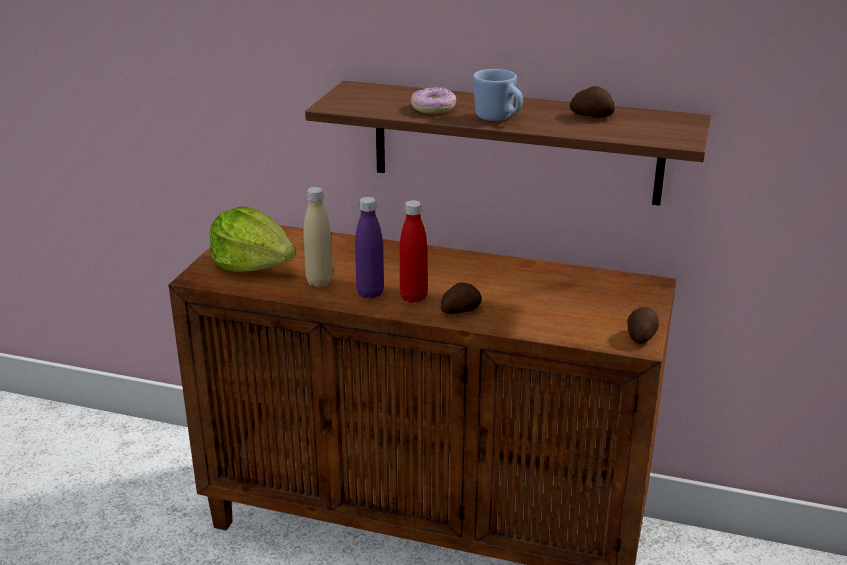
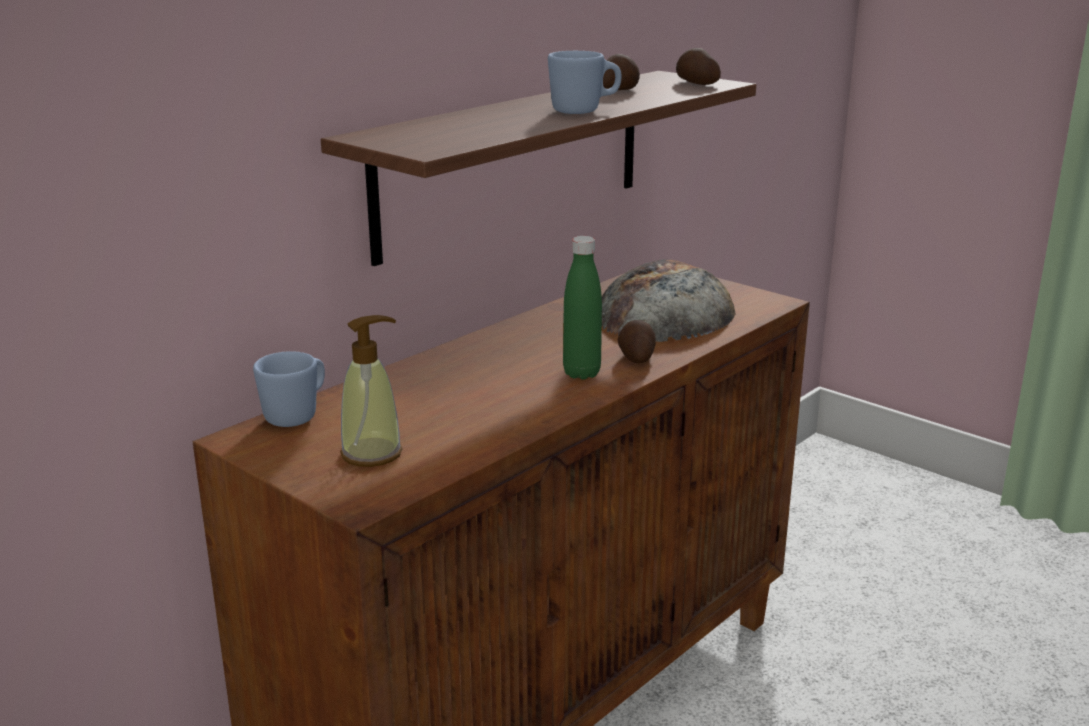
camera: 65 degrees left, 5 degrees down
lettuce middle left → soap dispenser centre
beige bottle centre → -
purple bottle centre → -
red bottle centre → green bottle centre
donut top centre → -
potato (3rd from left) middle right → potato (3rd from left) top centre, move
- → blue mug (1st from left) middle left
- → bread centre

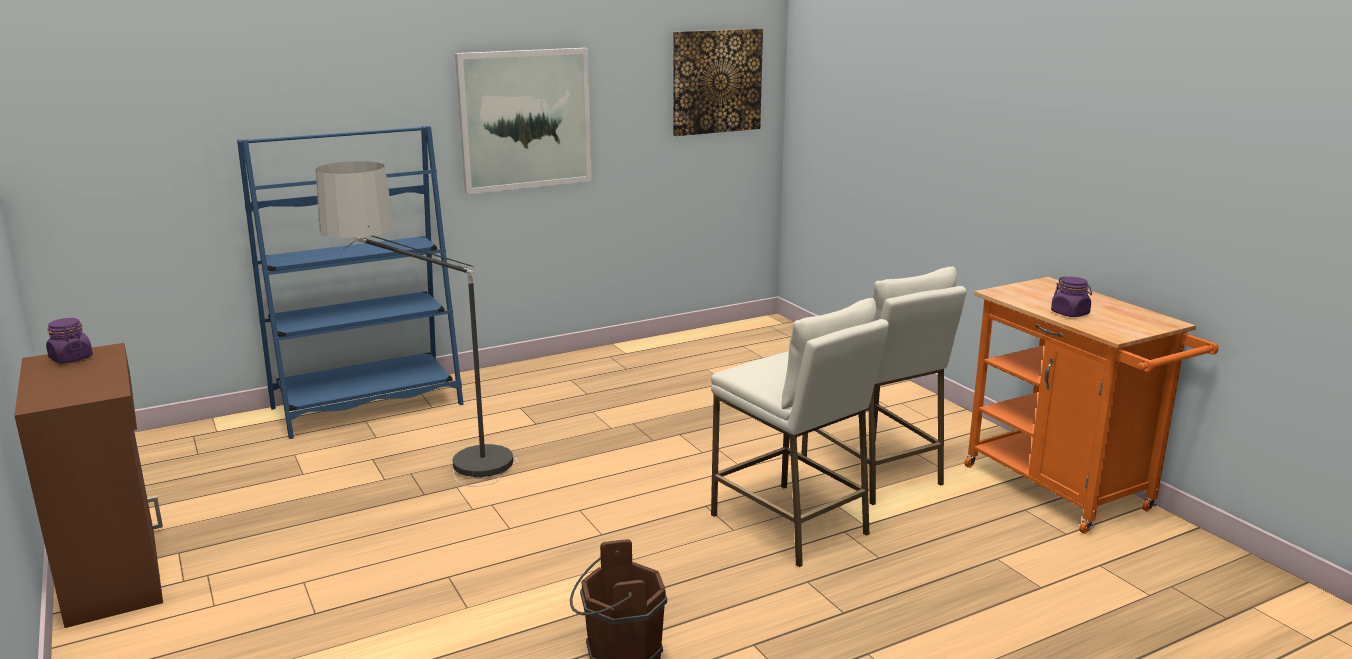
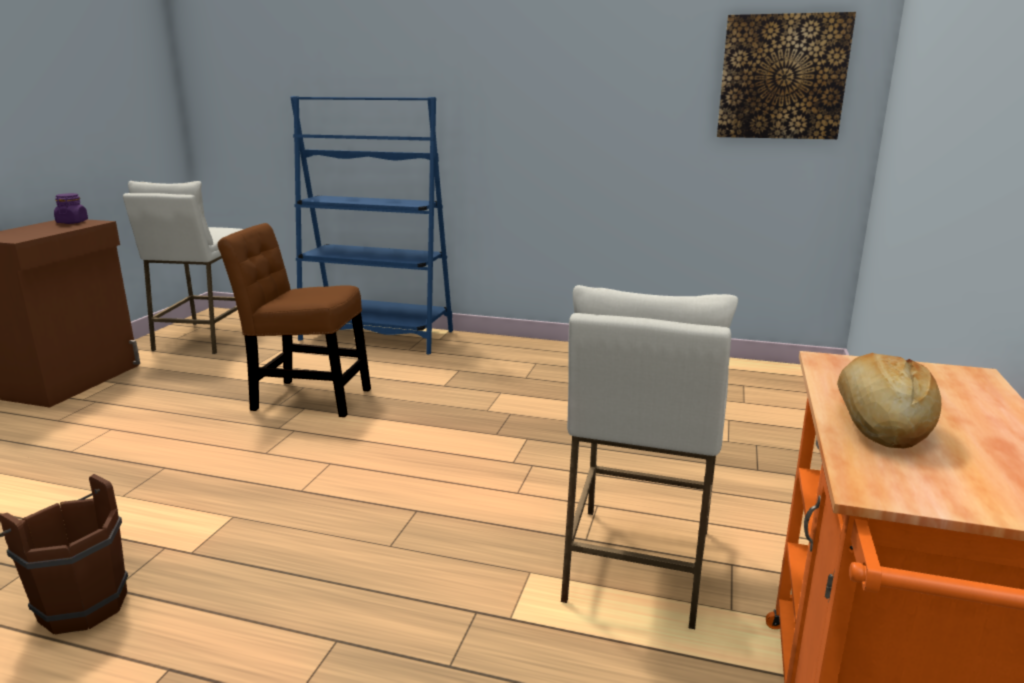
camera: 45 degrees right, 0 degrees up
floor lamp middle left → brown chair middle left
picture (1st from left) top centre → -
white stool (1st from left) centre → white stool (1st from left) middle left, move
purple jar (2nd from left) middle right → bread middle right

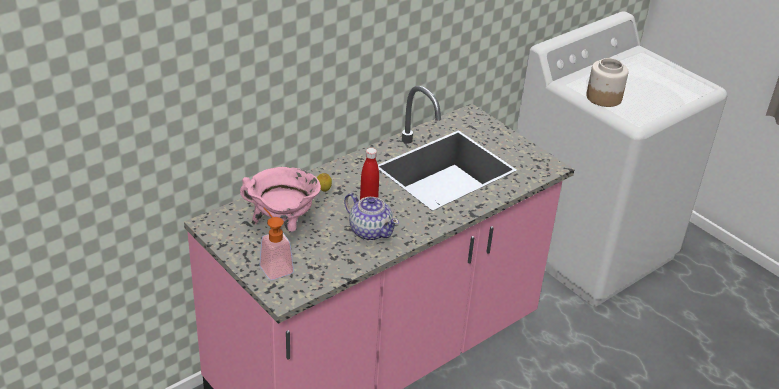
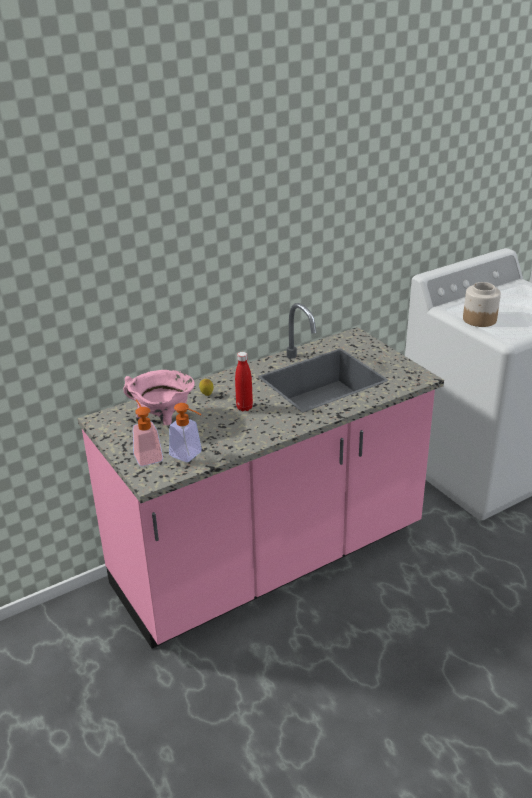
camera: 10 degrees right, 5 degrees down
teapot centre → -
- → soap dispenser (2nd from left) centre

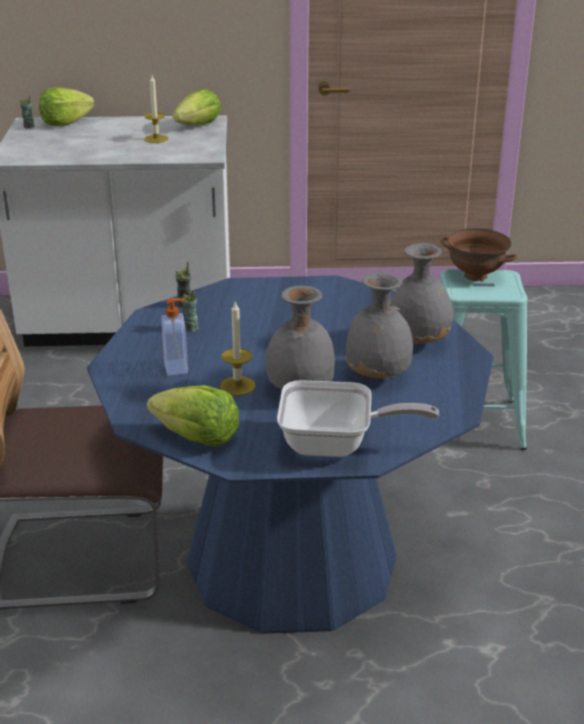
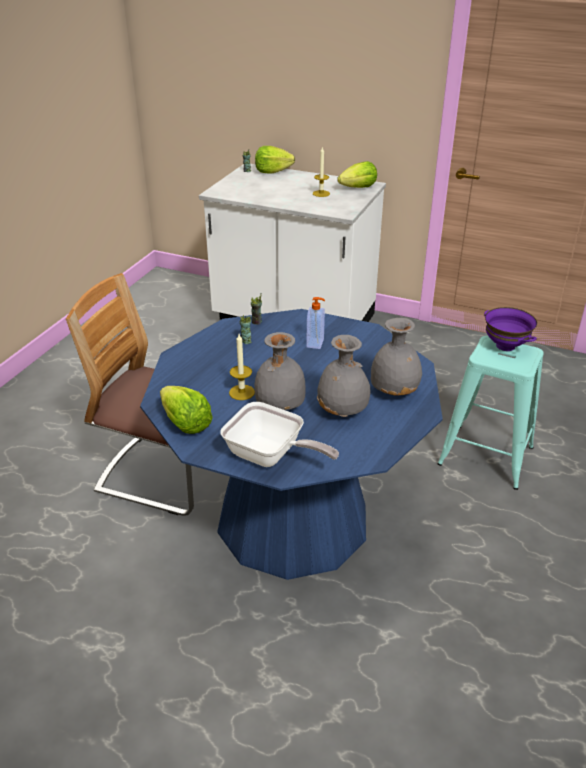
camera: 25 degrees right, 5 degrees up
soap dispenser middle left → soap dispenser centre, move
brown bowl middle right → purple bowl middle right

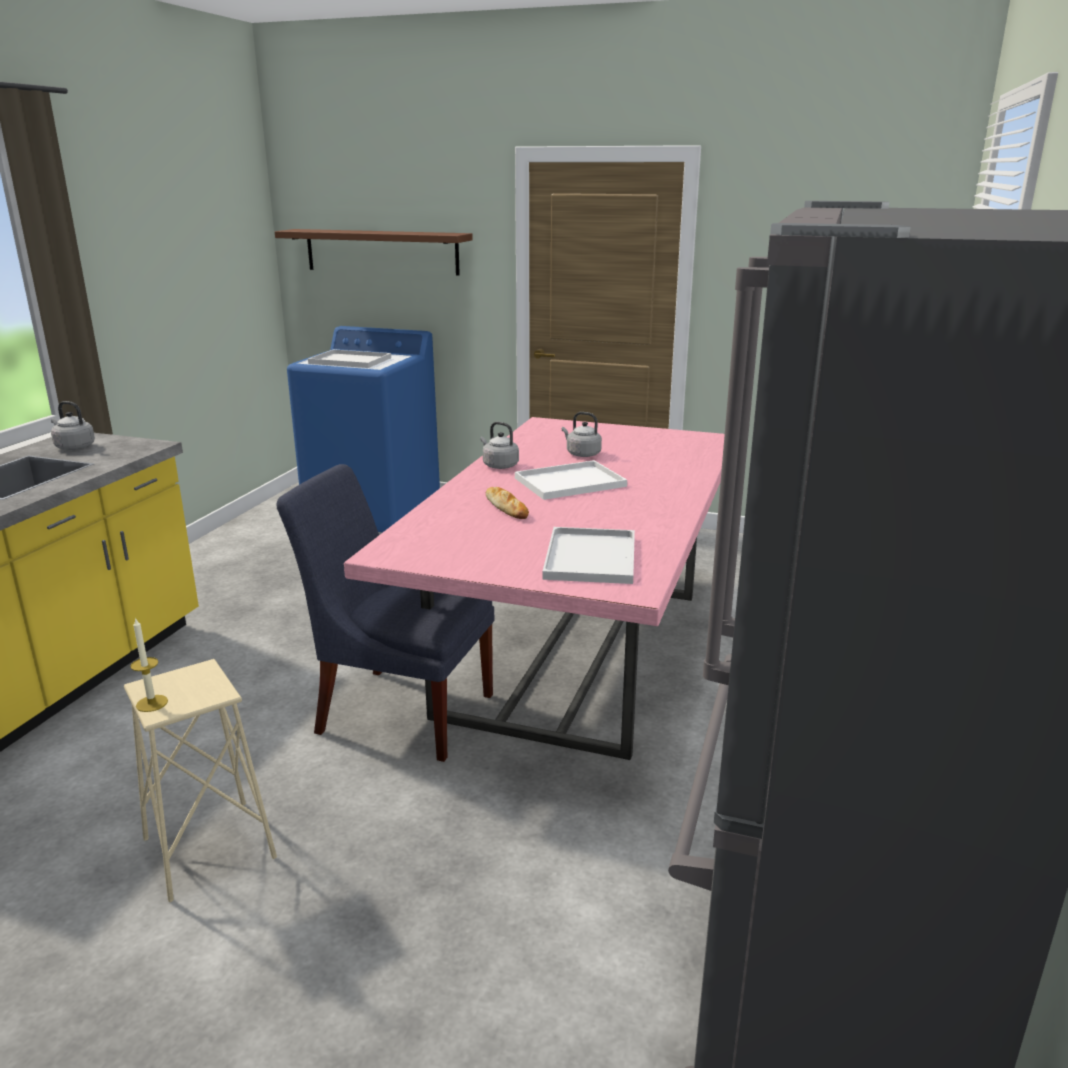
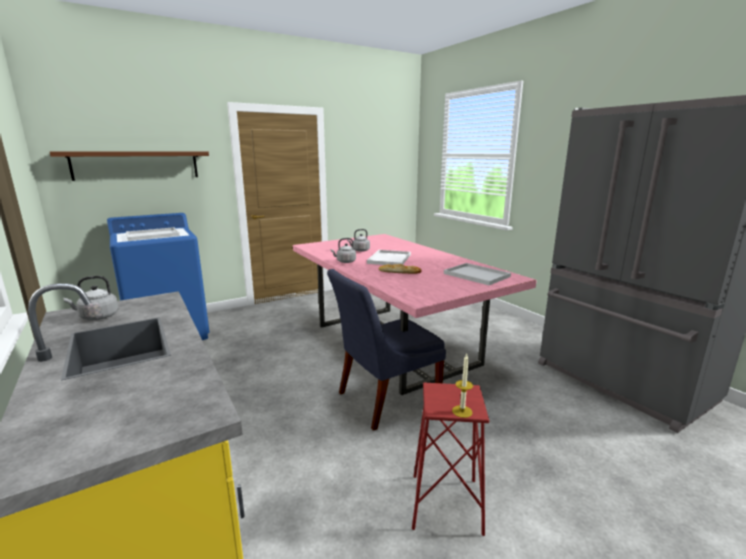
camera: 50 degrees left, 5 degrees down
beige stool bottom left → red stool bottom centre

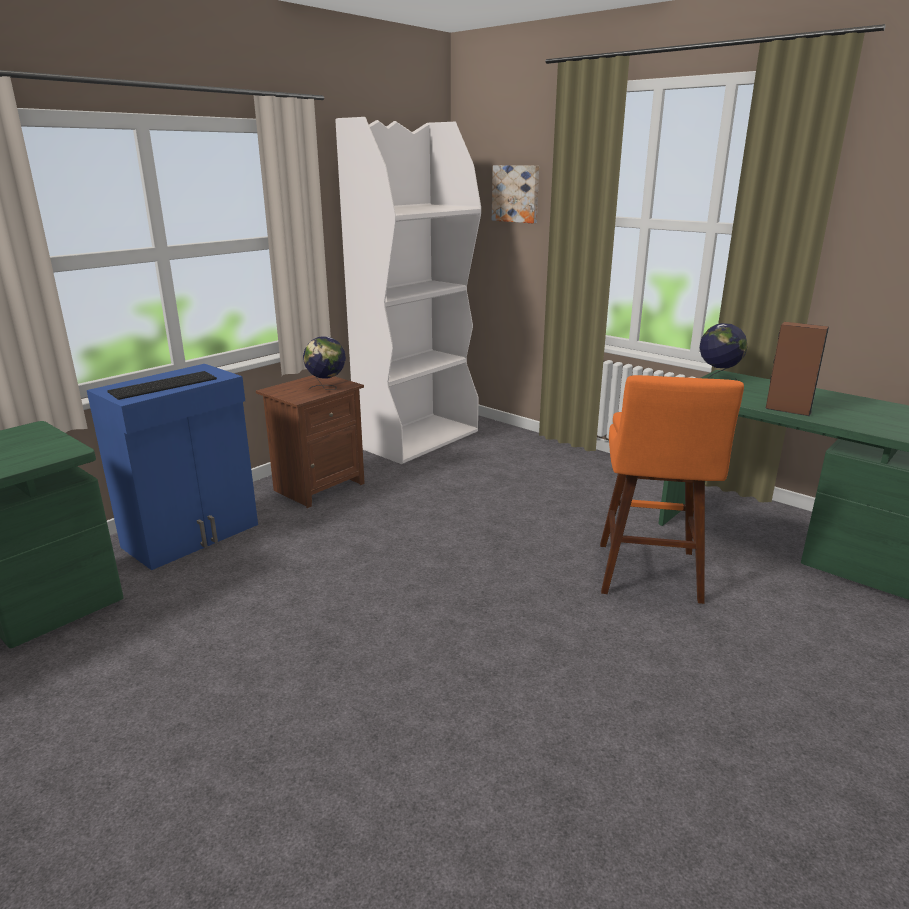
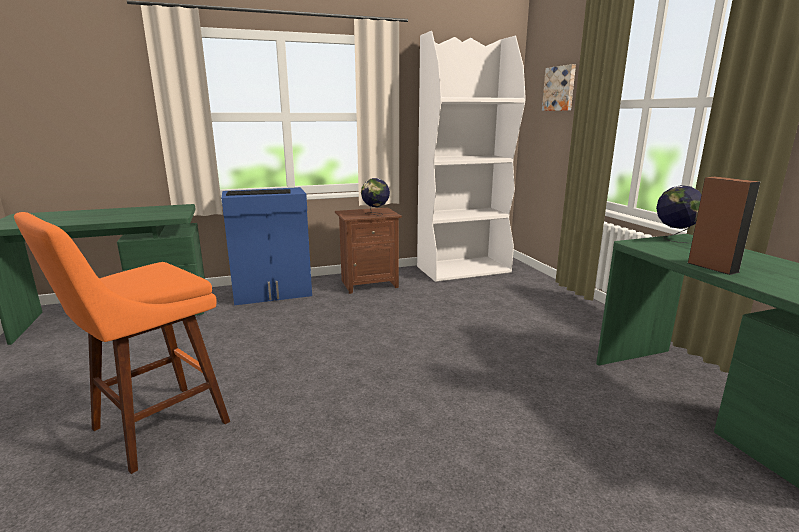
camera: 30 degrees right, 5 degrees down
orange stool middle right → orange stool middle left, move

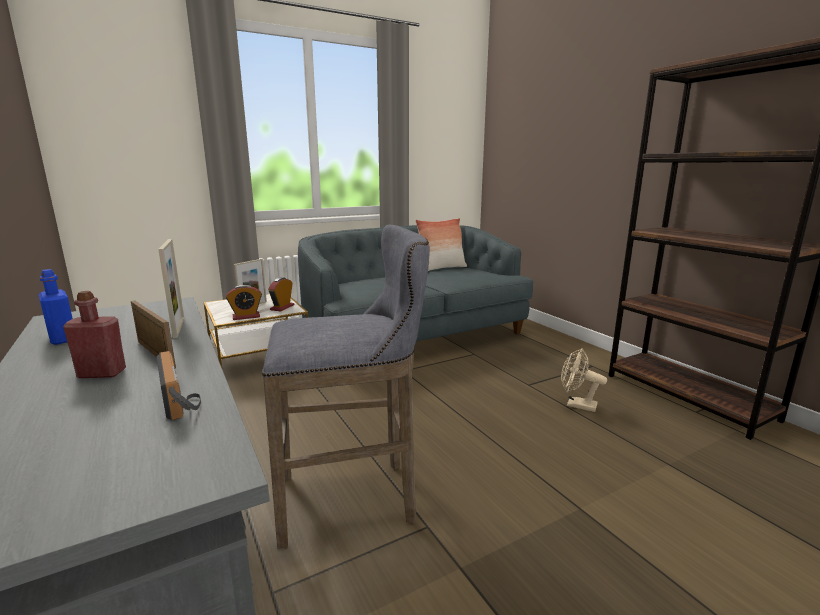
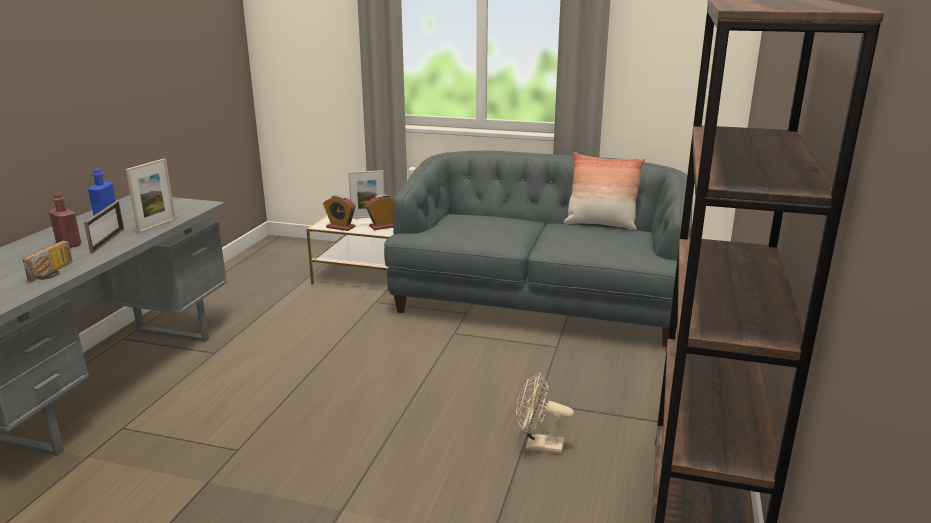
camera: 45 degrees right, 5 degrees up
grey stool centre → -
beige fan middle right → beige fan bottom centre, 60 degrees counterclockwise

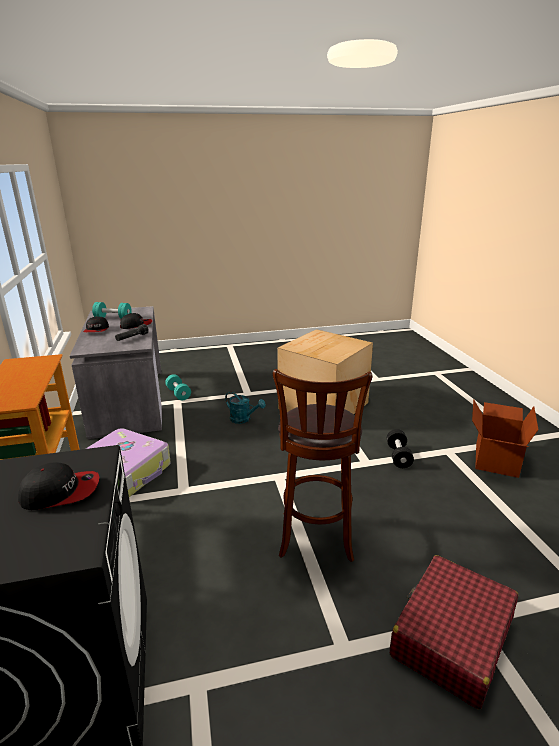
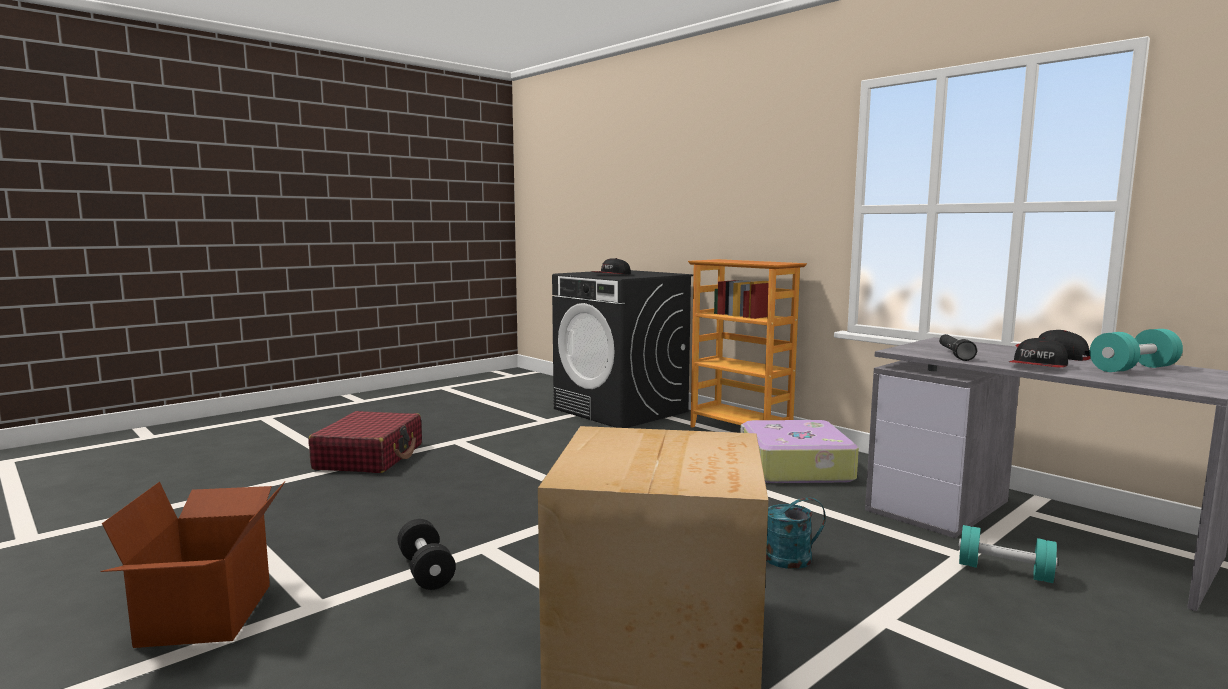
camera: 150 degrees right, 15 degrees down
brown stool centre → -

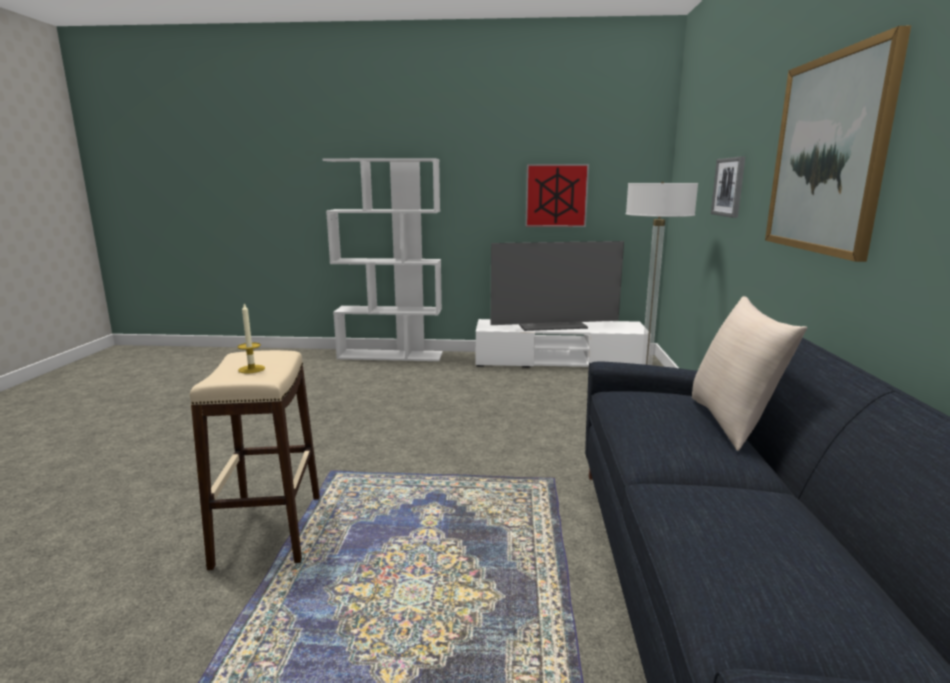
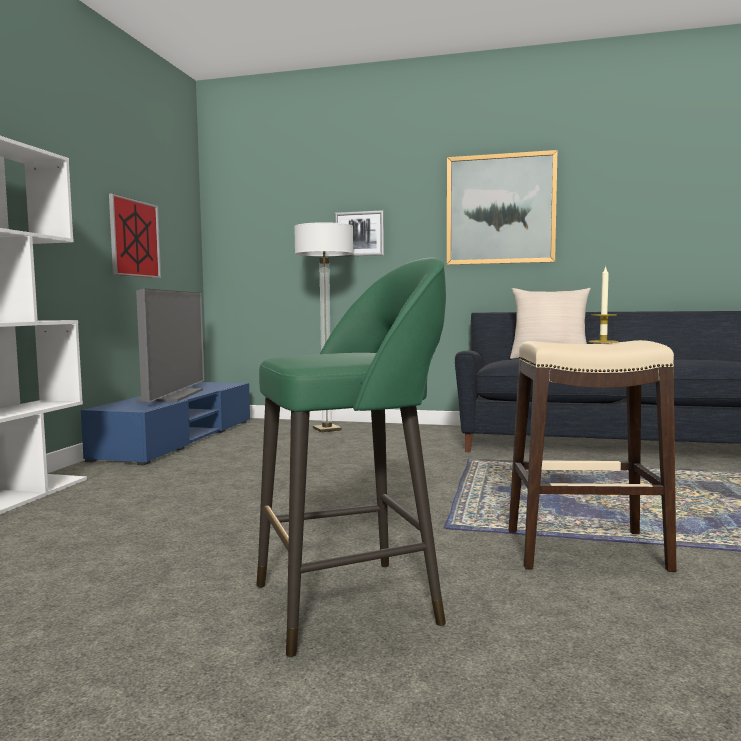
camera: 80 degrees left, 10 degrees down
white tv stand centre → blue tv stand middle left
- → green stool centre

